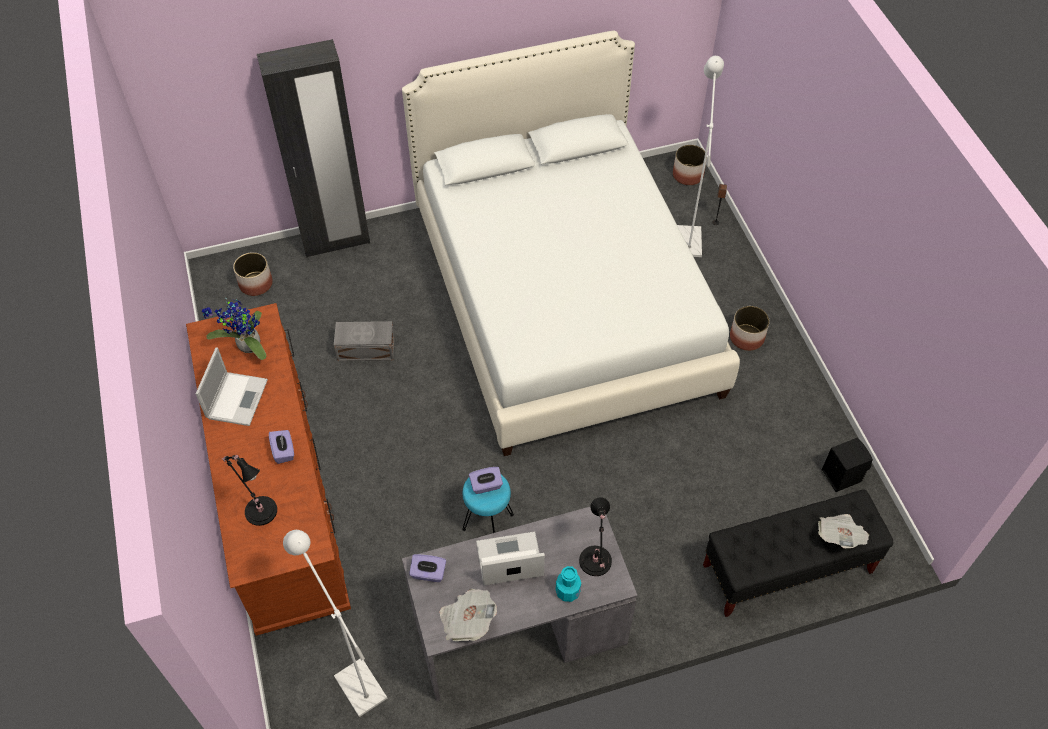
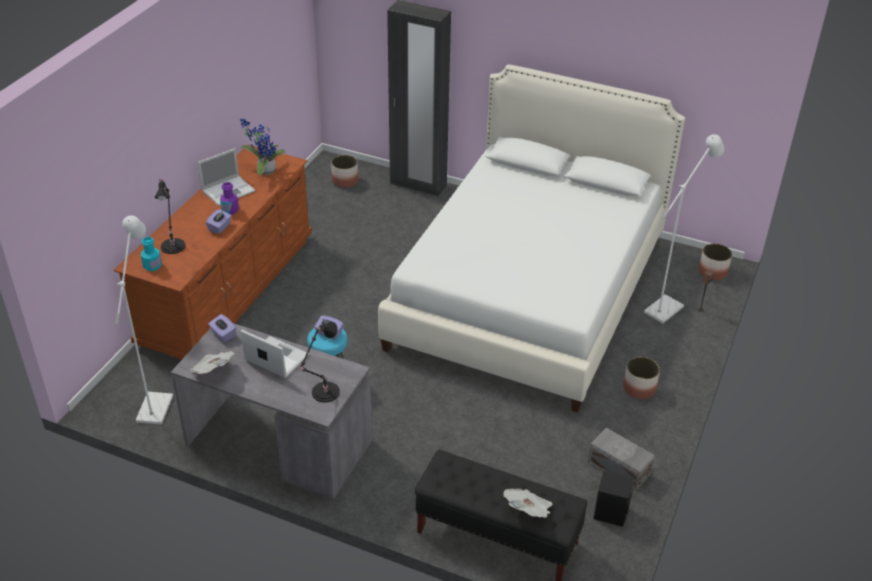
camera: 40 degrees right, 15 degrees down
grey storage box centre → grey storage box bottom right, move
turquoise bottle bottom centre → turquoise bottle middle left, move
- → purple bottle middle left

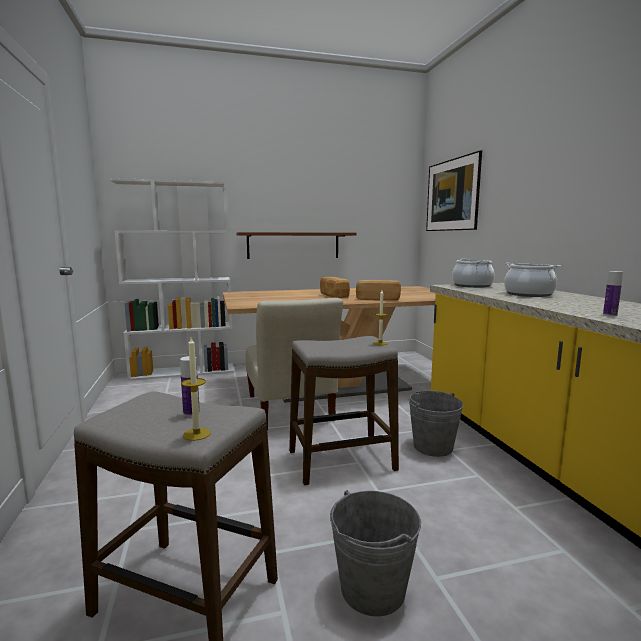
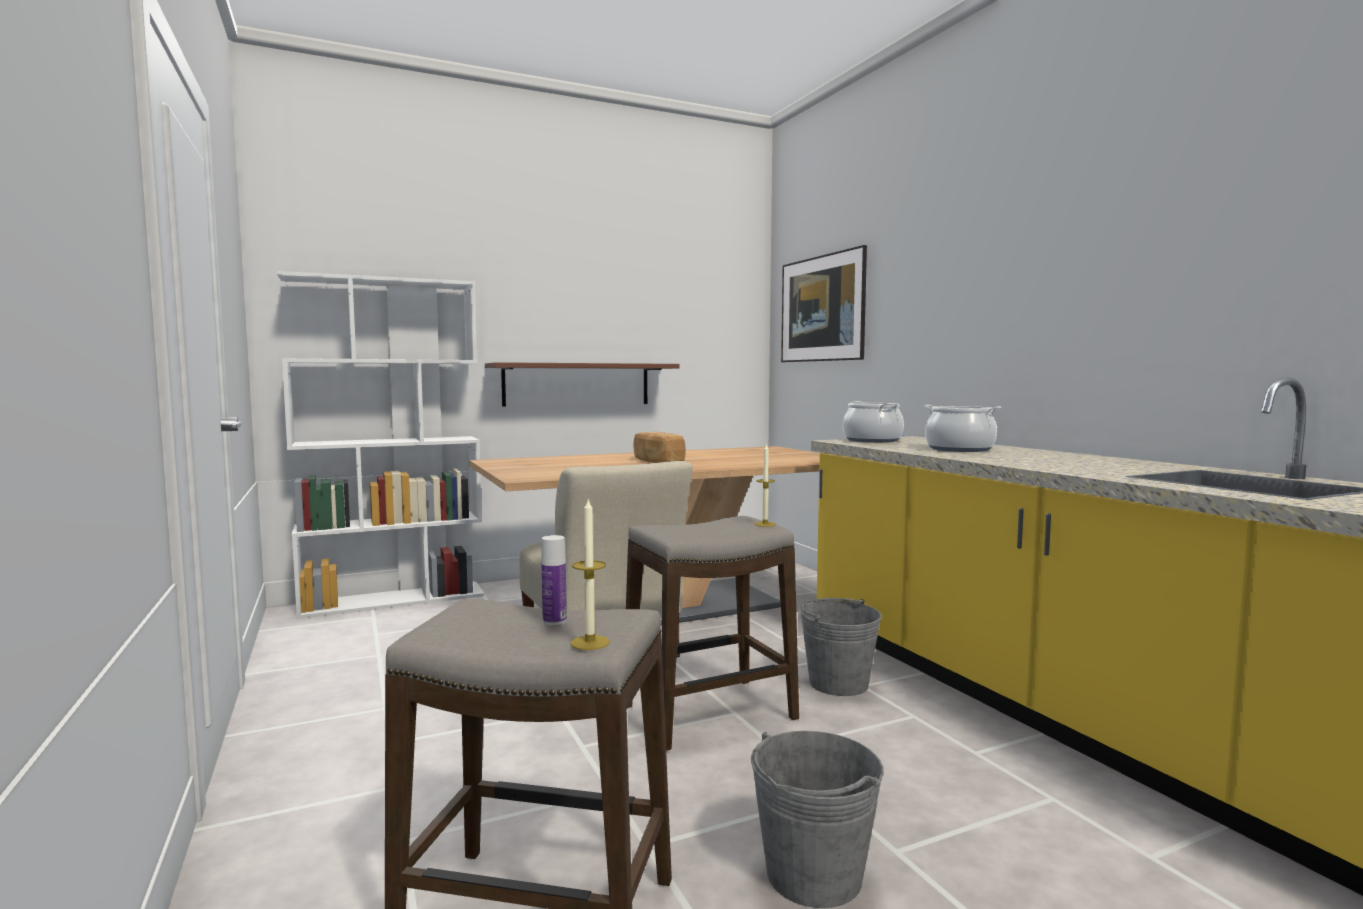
camera: 10 degrees left, 5 degrees down
bread (2nd from left) centre → -
bottle (2nd from left) middle right → -

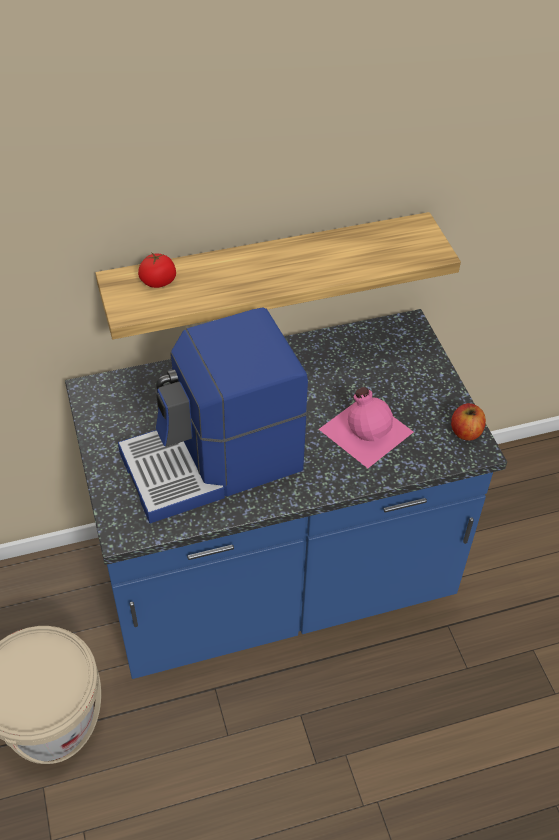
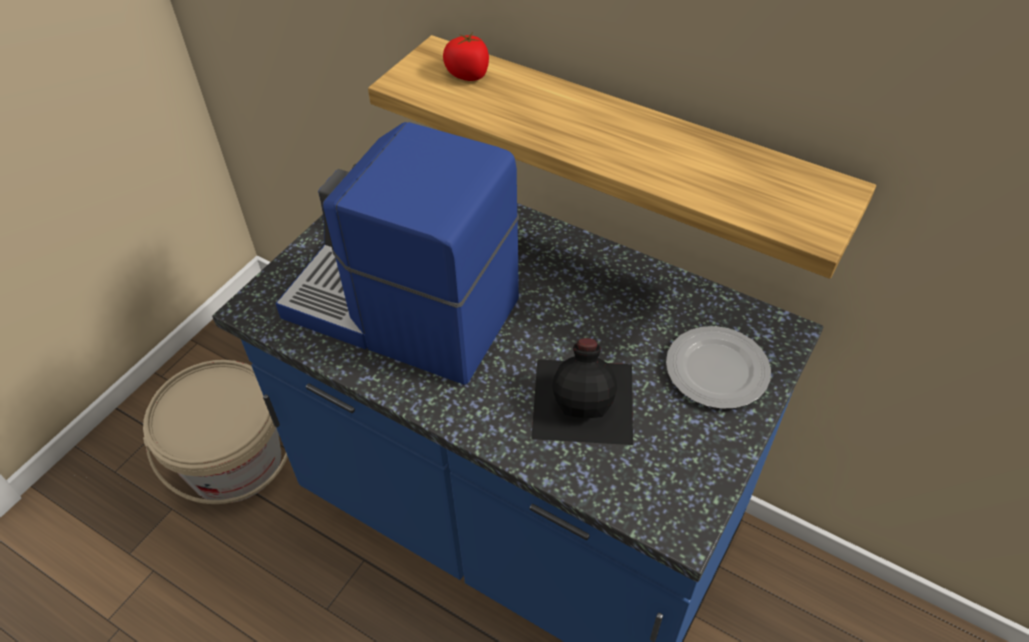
camera: 50 degrees right, 0 degrees up
pink bottle centre → black bottle centre
apple middle right → -
- → plate middle right

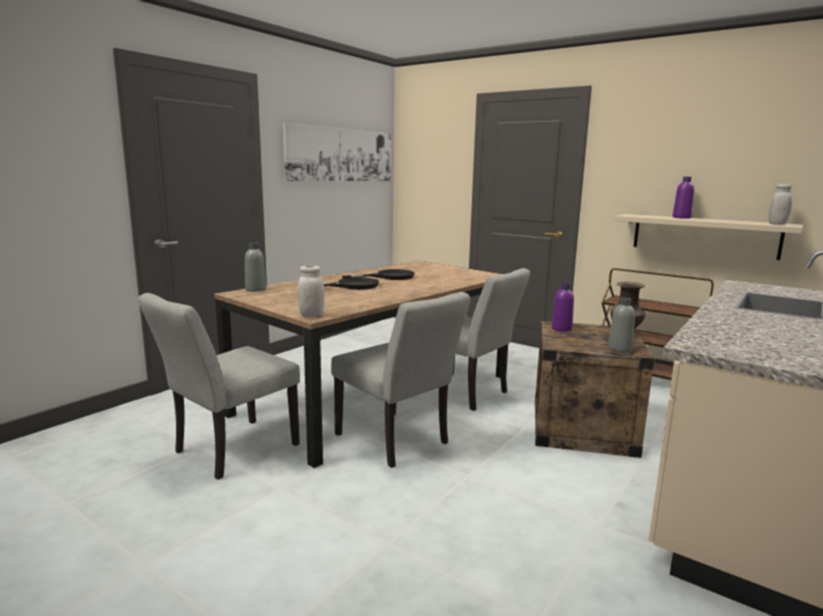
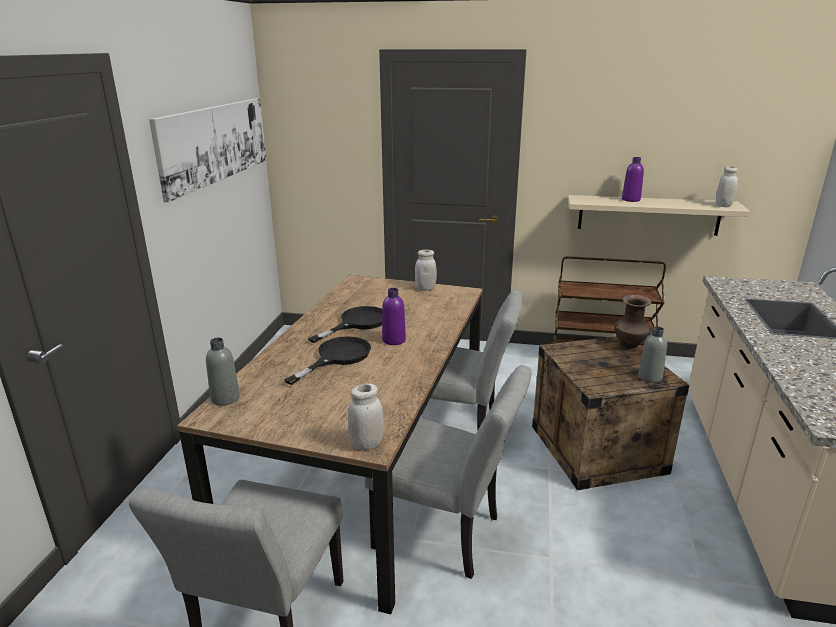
camera: 25 degrees left, 10 degrees up
purple bottle (1st from left) middle right → purple bottle (1st from left) centre, move
- → white jar (2nd from left) centre

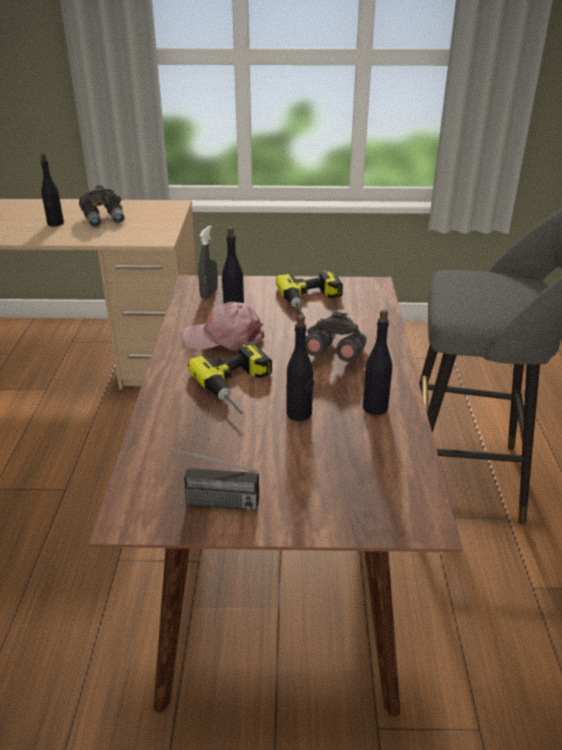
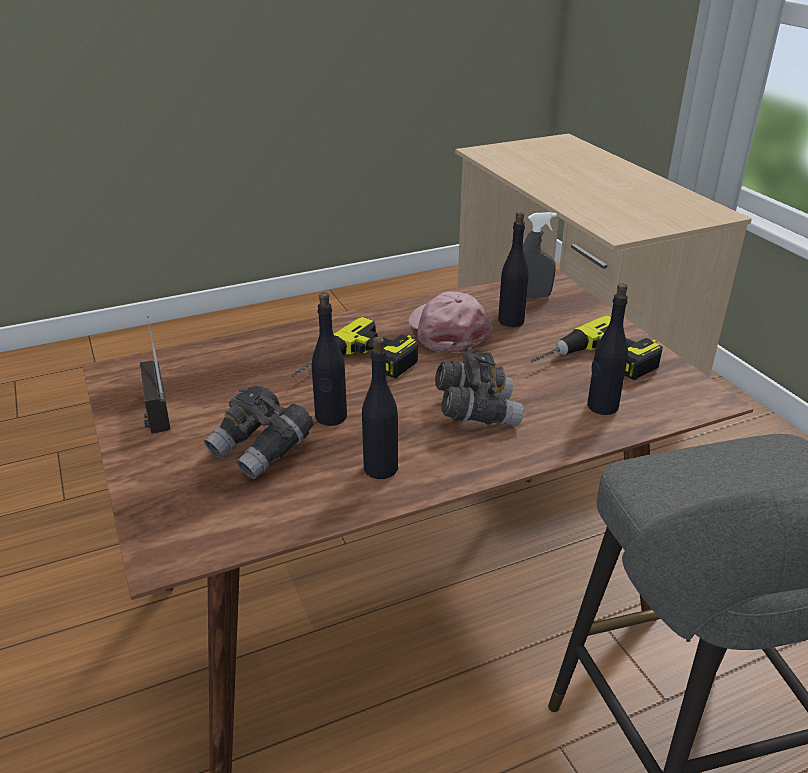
camera: 65 degrees right, 0 degrees up
black bottle (1st from left in the first image) top left → black bottle (4th from left) middle right, move
grey binoculars (1st from left) top left → grey binoculars (1st from left) middle left, move

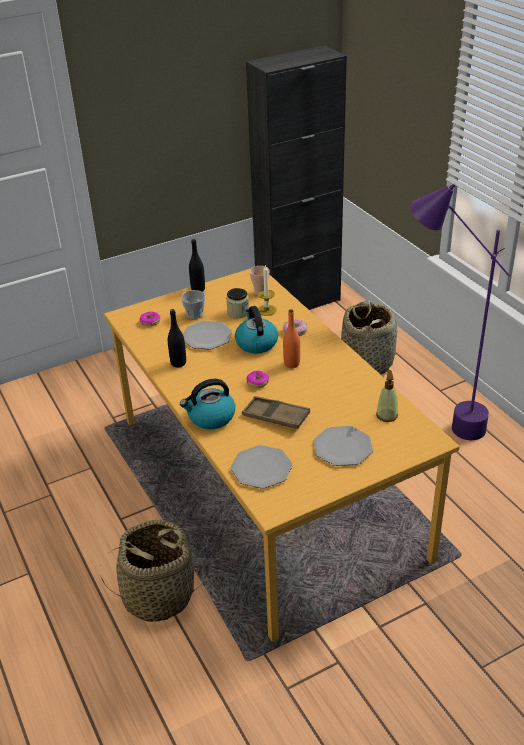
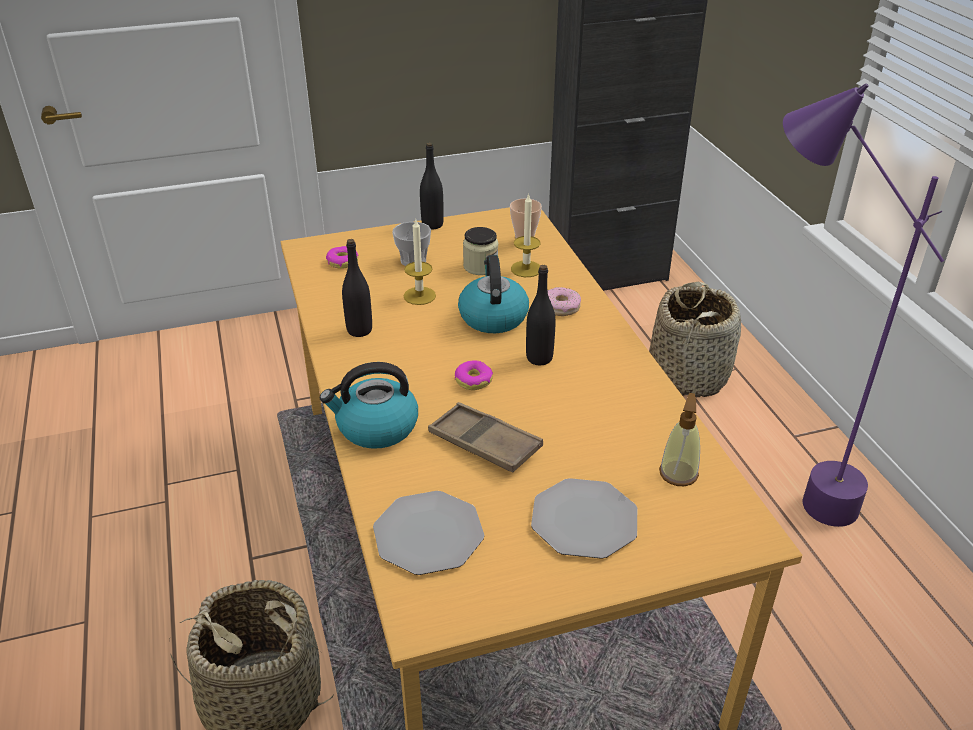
camera: 10 degrees right, 0 degrees up
plate (1st from left) centre → candle (1st from left) centre
orange bottle centre → black bottle (3rd from left) centre

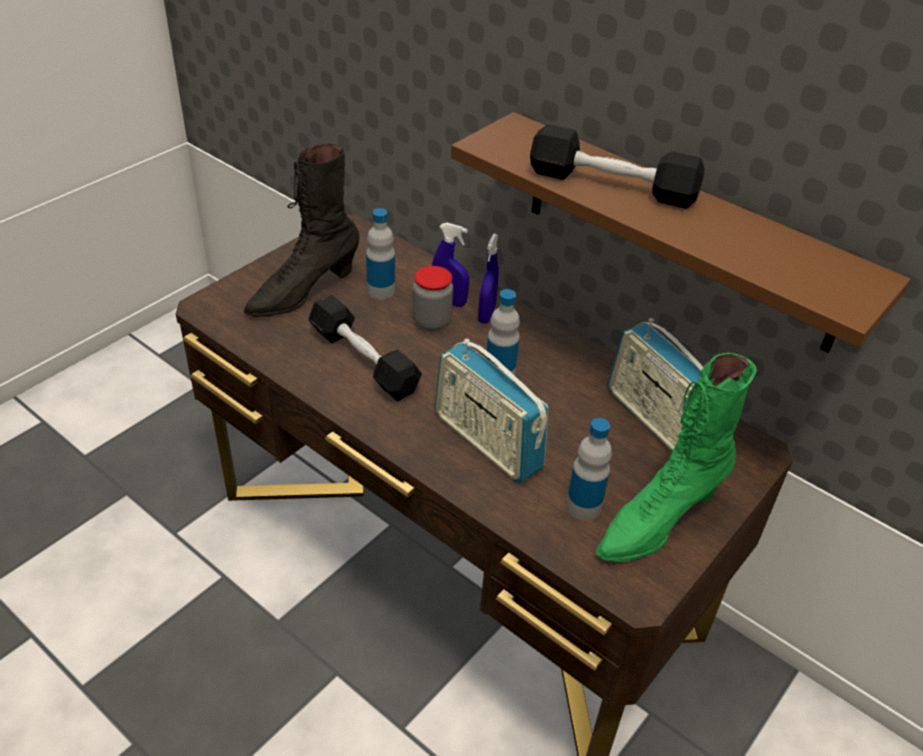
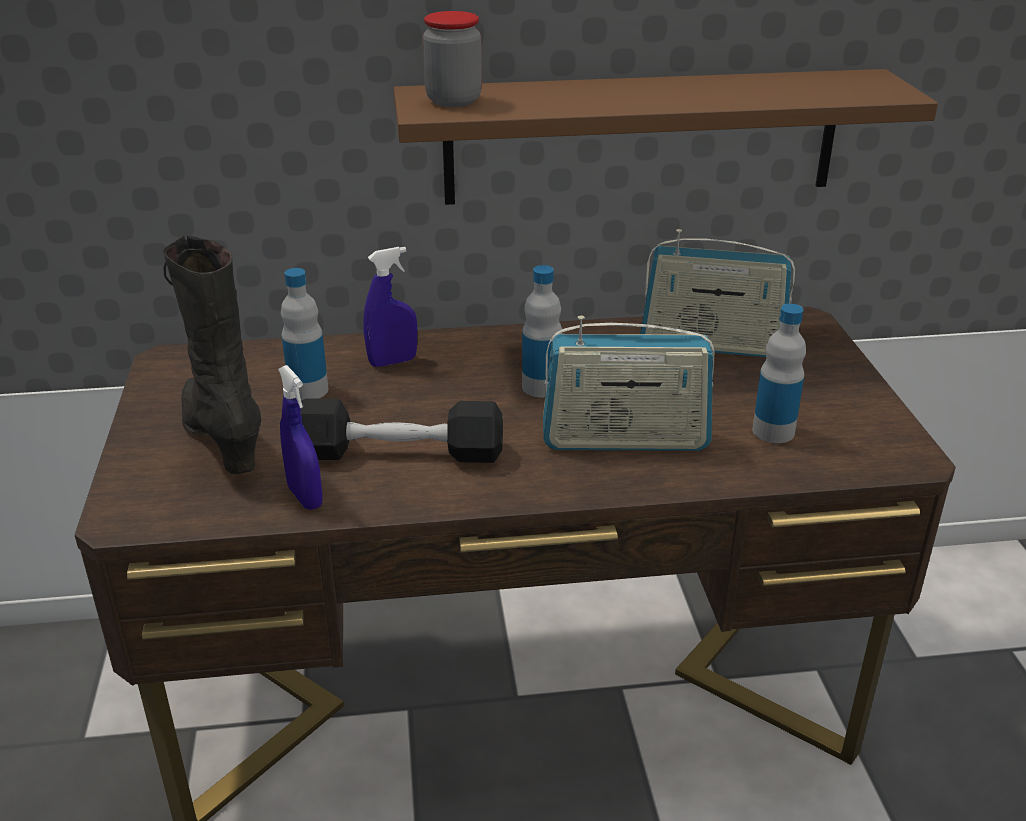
camera: 45 degrees left, 10 degrees down
black boot top left → black boot middle left, 150 degrees clockwise
jar centre → jar top centre, move
blue spray bottle (2nd from left in the first image) centre → blue spray bottle (1st from left) middle left, move
black dumbbell (2nd from left) top right → -
green boot middle right → -

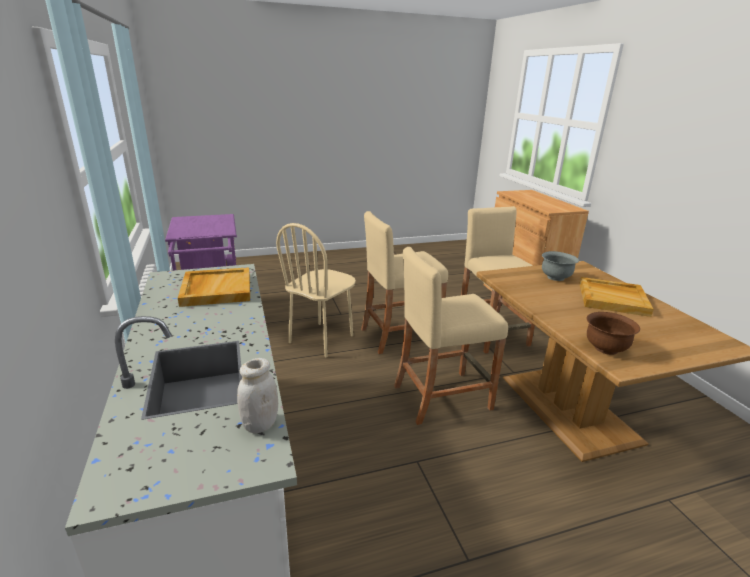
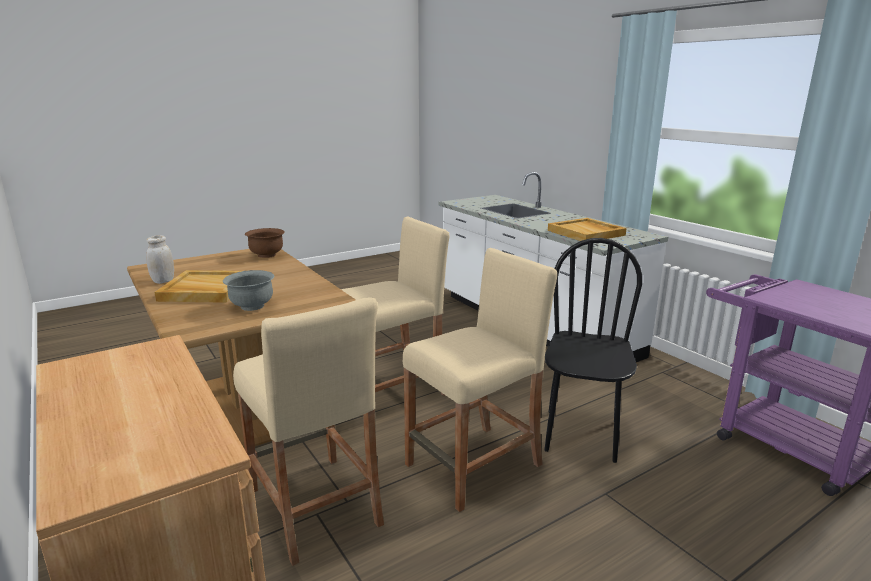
camera: 165 degrees right, 5 degrees down
white jar bottom centre → white jar middle left, move
beige chair centre → black chair middle right

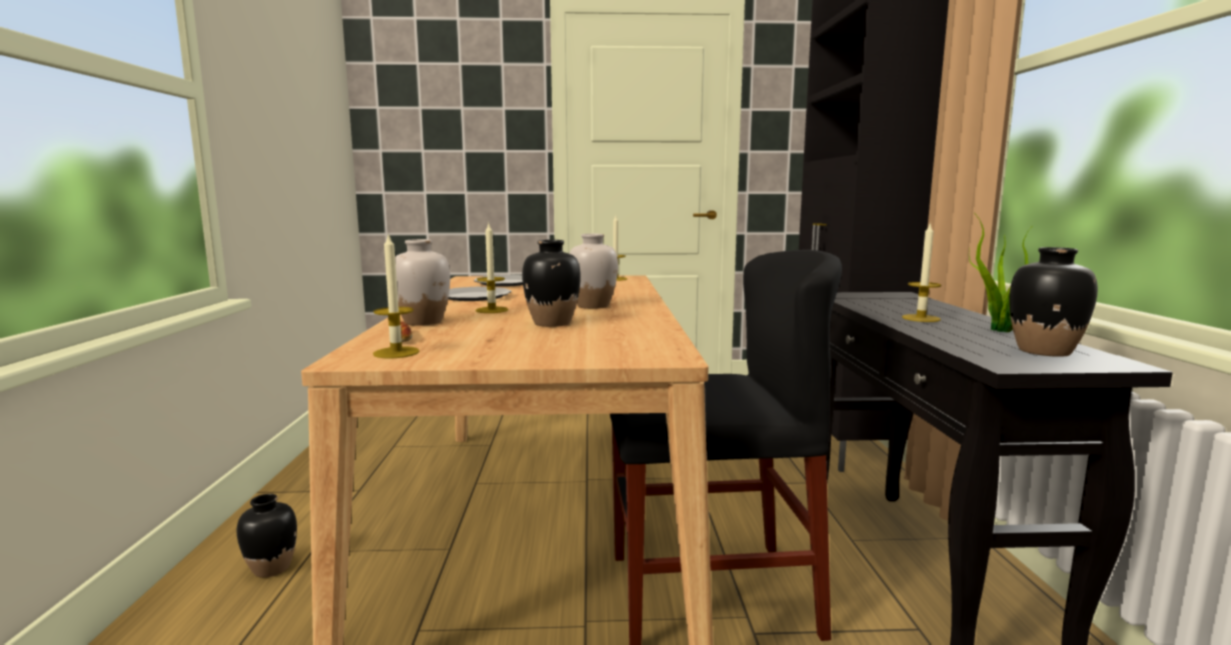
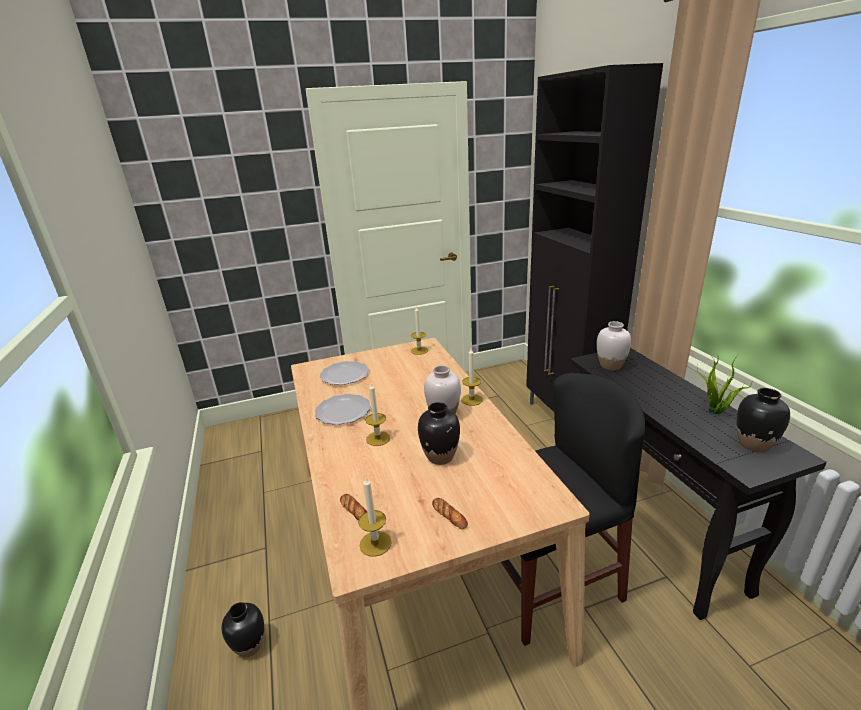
camera: 15 degrees left, 15 degrees up
white vase (1st from left in the first image) centre → white vase (2nd from left) middle right, move
candle (4th from left) middle right → candle (4th from left) centre, move
- → bread (2nd from left) bottom centre

